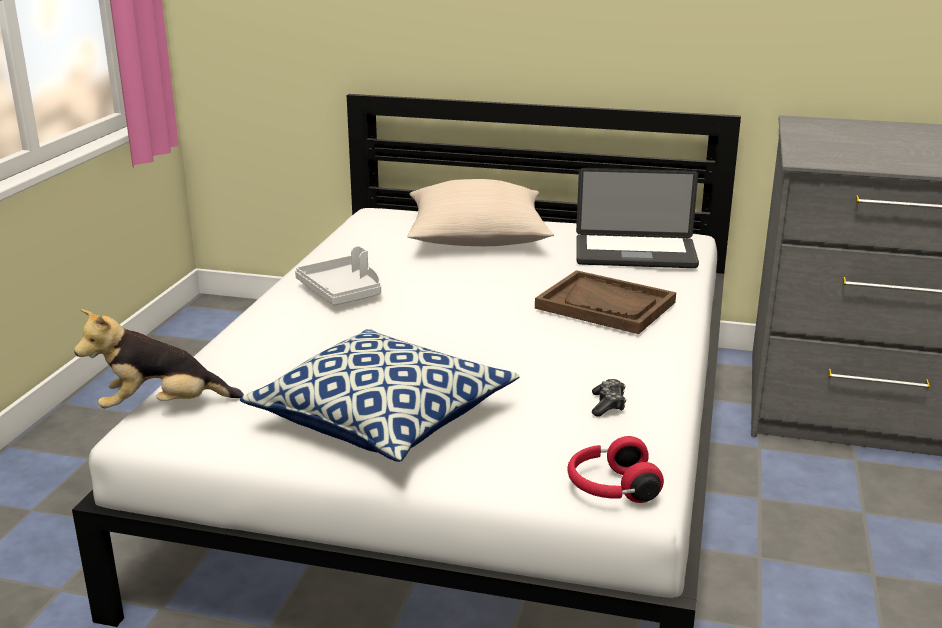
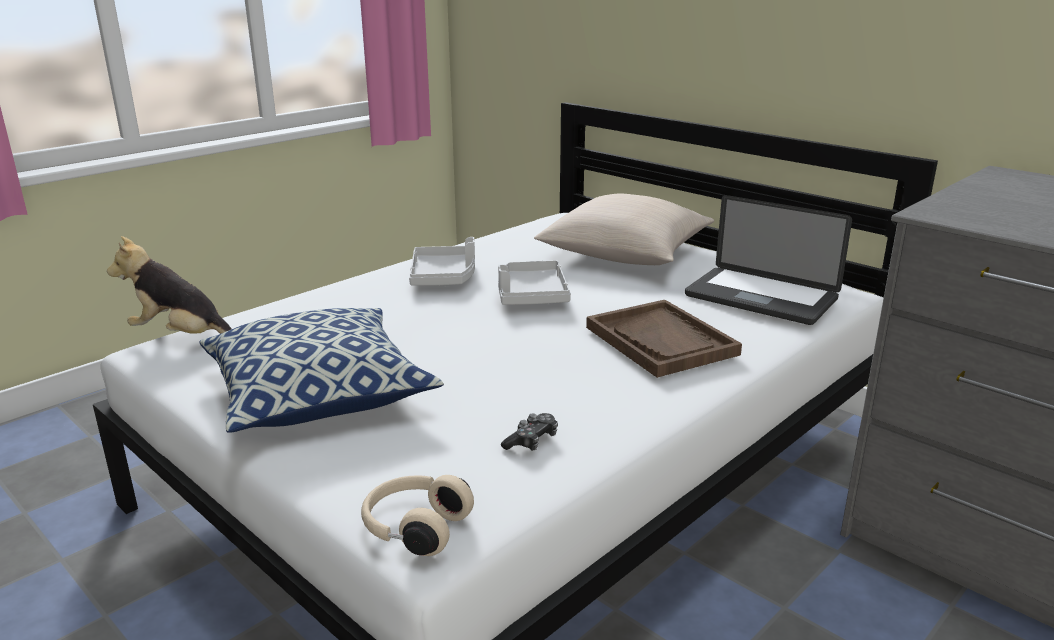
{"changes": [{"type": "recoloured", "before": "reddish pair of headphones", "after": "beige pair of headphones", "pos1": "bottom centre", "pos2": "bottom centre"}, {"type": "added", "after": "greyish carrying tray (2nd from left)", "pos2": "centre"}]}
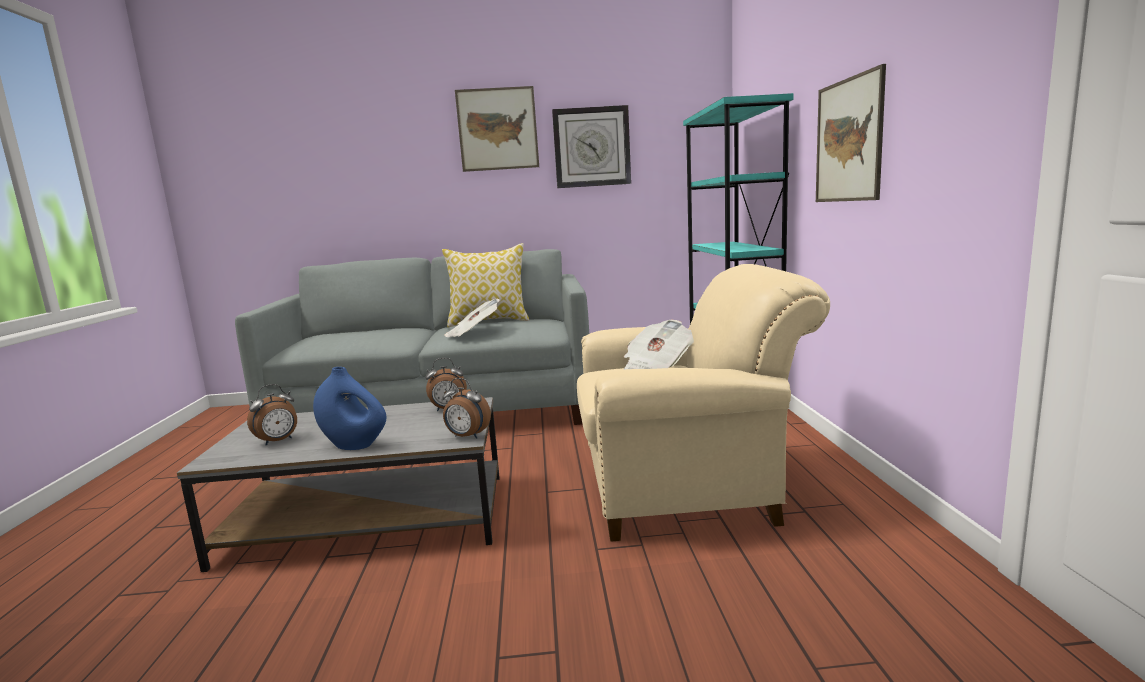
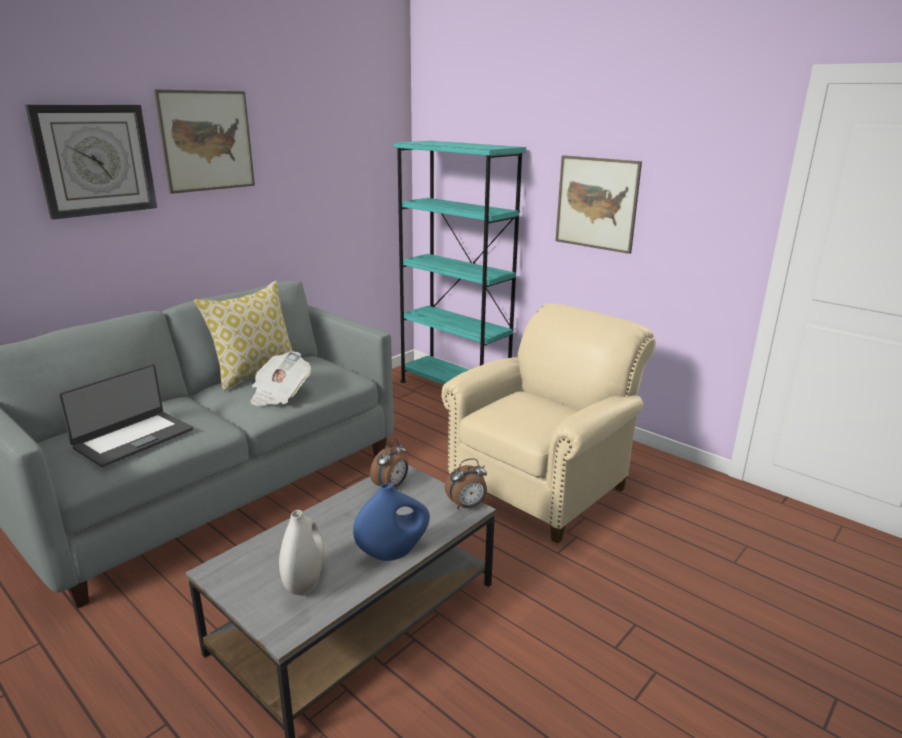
{"changes": [{"type": "moved", "before": "wall clock", "pos1": "top centre", "pos2": "top left"}, {"type": "added", "after": "laptop", "pos2": "middle left"}, {"type": "replaced", "before": "alarm clock (1st from left)", "after": "white-coloured flower vase", "pos1": "middle left", "pos2": "bottom centre"}, {"type": "removed", "before": "newspaper (2nd from left)", "pos1": "centre"}]}
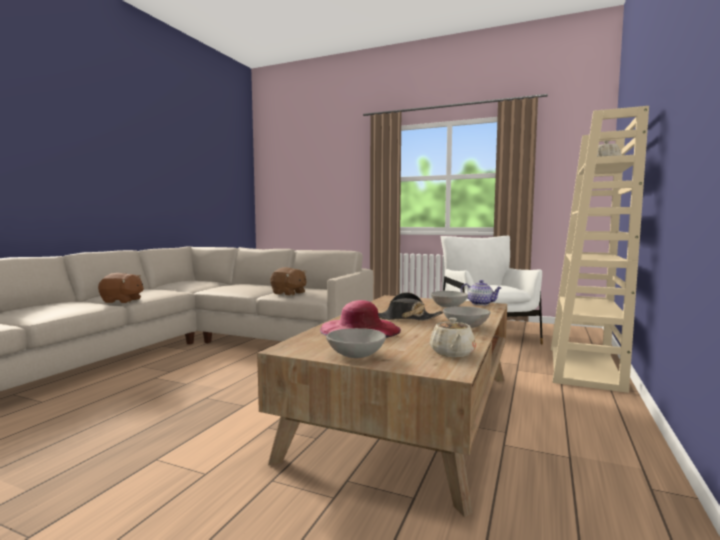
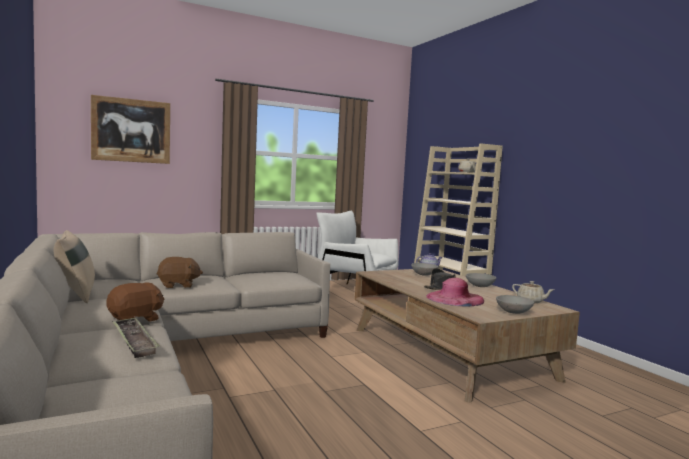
{"changes": [{"type": "added", "after": "beige throw pillow", "pos2": "middle left"}, {"type": "added", "after": "picture", "pos2": "top left"}, {"type": "added", "after": "carrying tray", "pos2": "bottom left"}, {"type": "moved", "before": "brownish plush toy (2nd from left)", "pos1": "centre", "pos2": "middle left"}]}
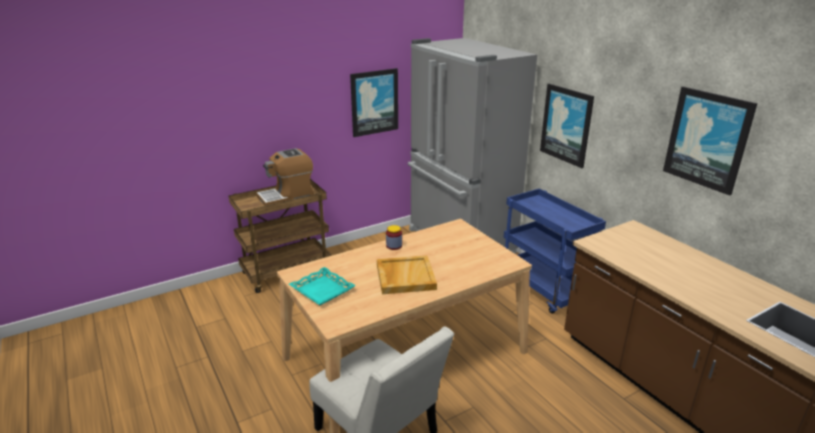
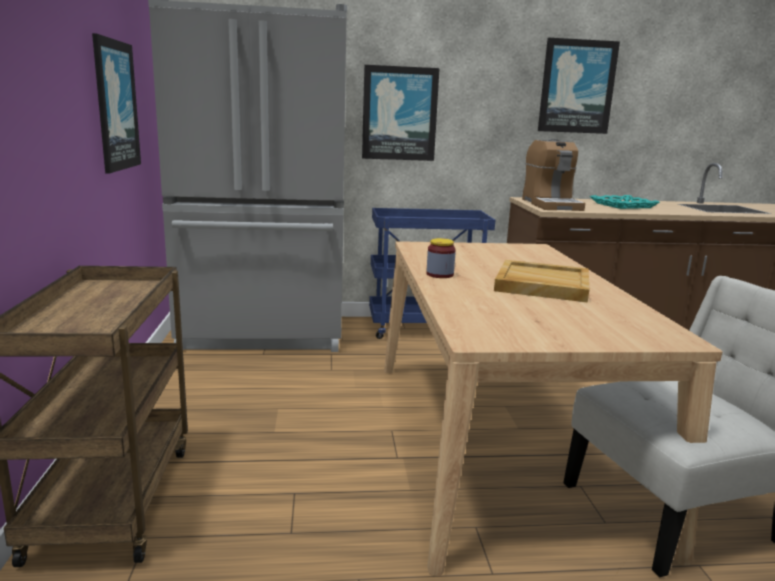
{"changes": [{"type": "moved", "before": "coffee brewer", "pos1": "centre", "pos2": "top right"}, {"type": "moved", "before": "blue-green carrying tray", "pos1": "centre", "pos2": "middle right"}]}
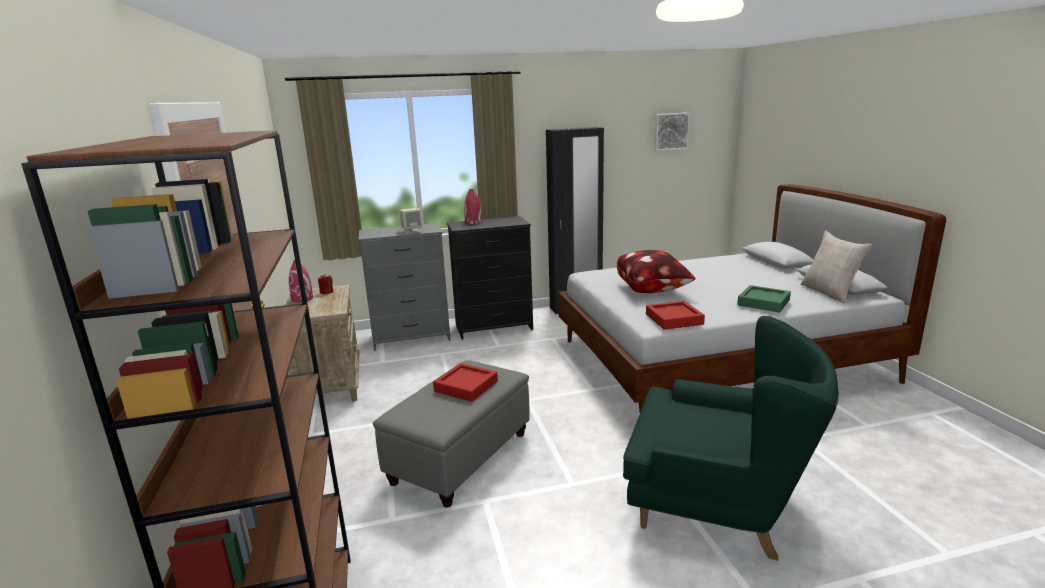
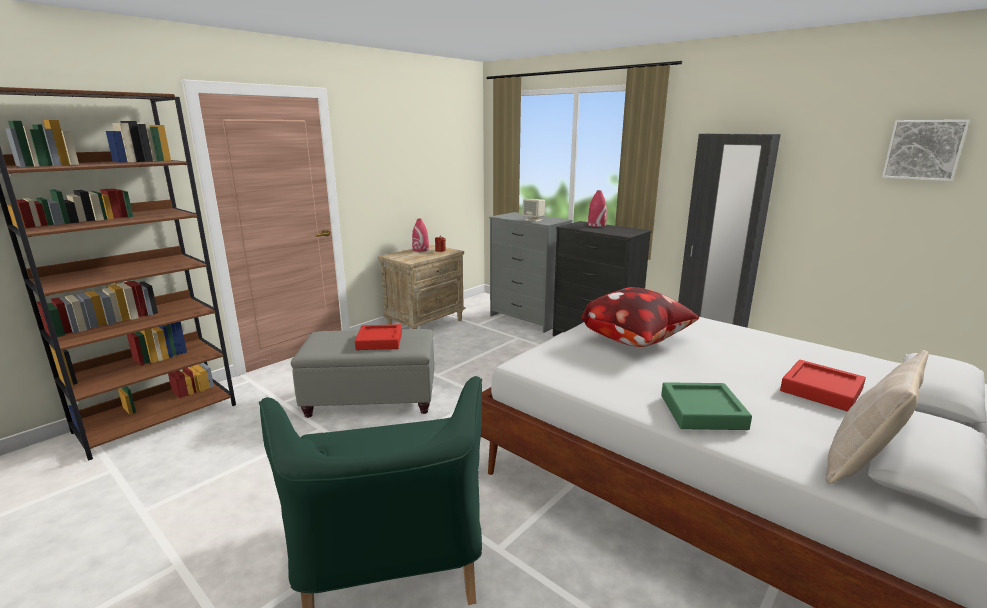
{"changes": [{"type": "moved", "before": "reddish carrying tray (2nd from left)", "pos1": "centre", "pos2": "middle right"}]}
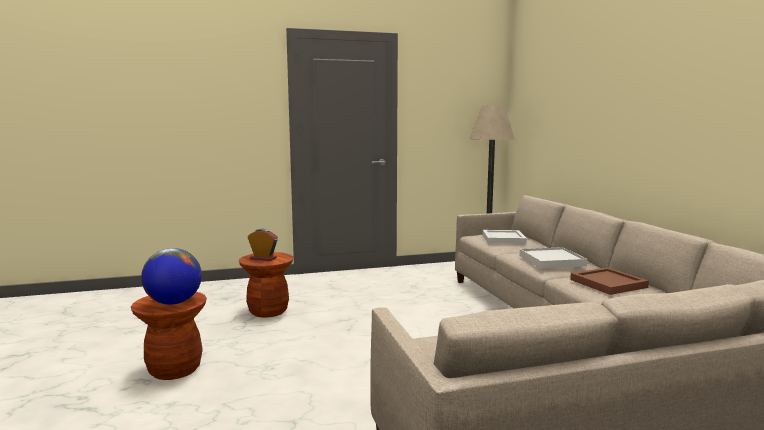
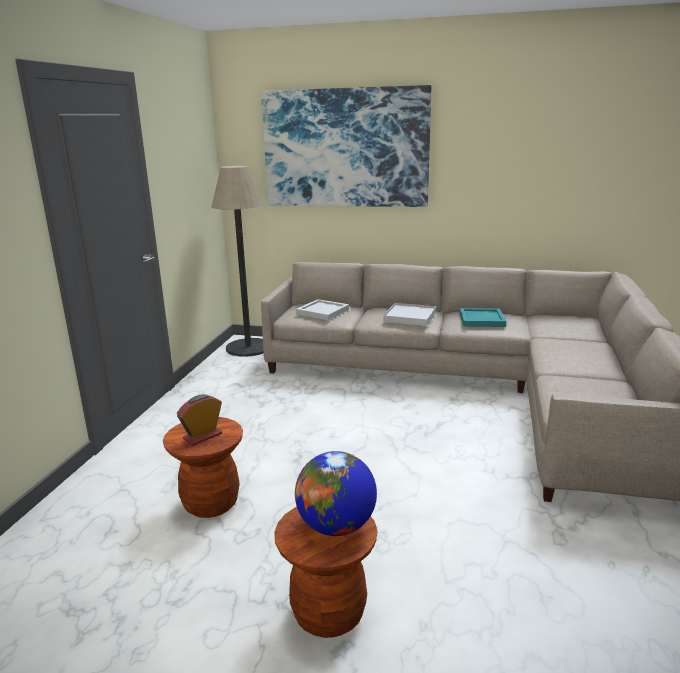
{"changes": [{"type": "added", "after": "picture", "pos2": "top centre"}, {"type": "recoloured", "before": "brownish carrying tray", "after": "blue-green carrying tray", "pos1": "middle right", "pos2": "middle right"}]}
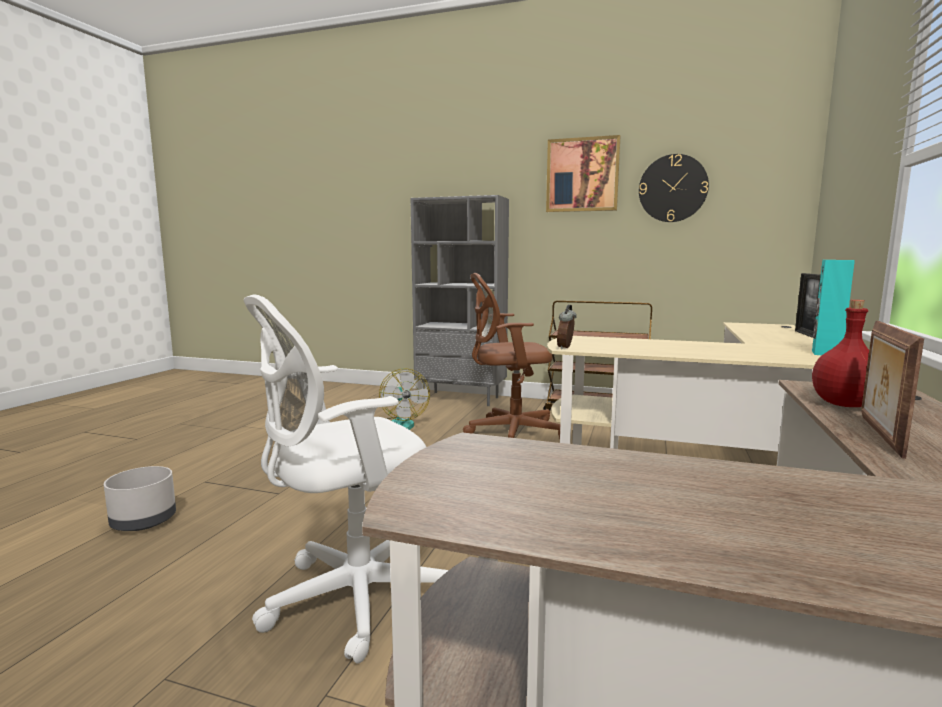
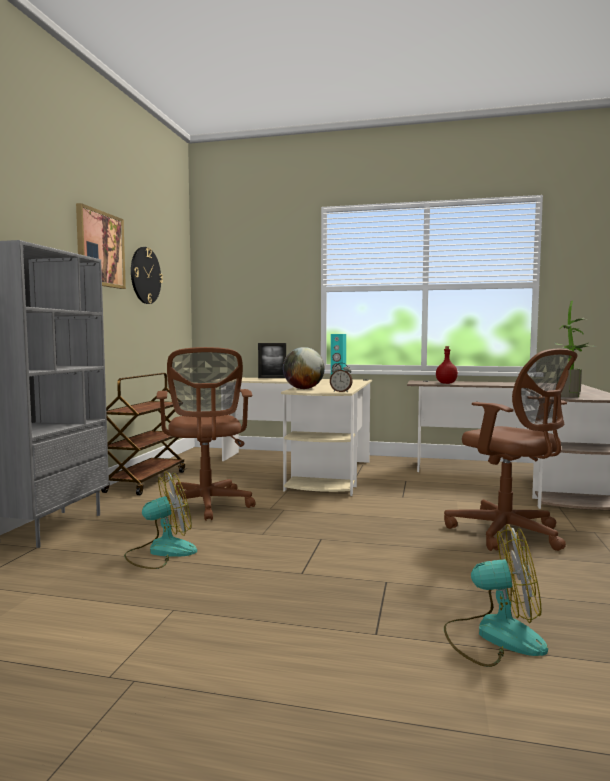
{"changes": [{"type": "added", "after": "globe", "pos2": "centre"}, {"type": "recoloured", "before": "white-coloured computer chair", "after": "brownish computer chair (2nd from left)", "pos1": "bottom centre", "pos2": "middle right"}, {"type": "replaced", "before": "greyish flower pot", "after": "fan (2nd from left)", "pos1": "bottom left", "pos2": "bottom right"}, {"type": "added", "after": "houseplant", "pos2": "middle right"}, {"type": "removed", "before": "picture frame (2nd from left)", "pos1": "middle right"}]}
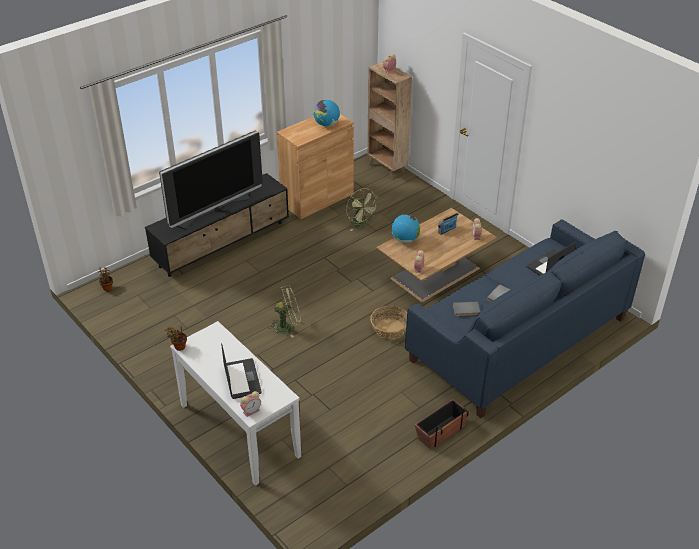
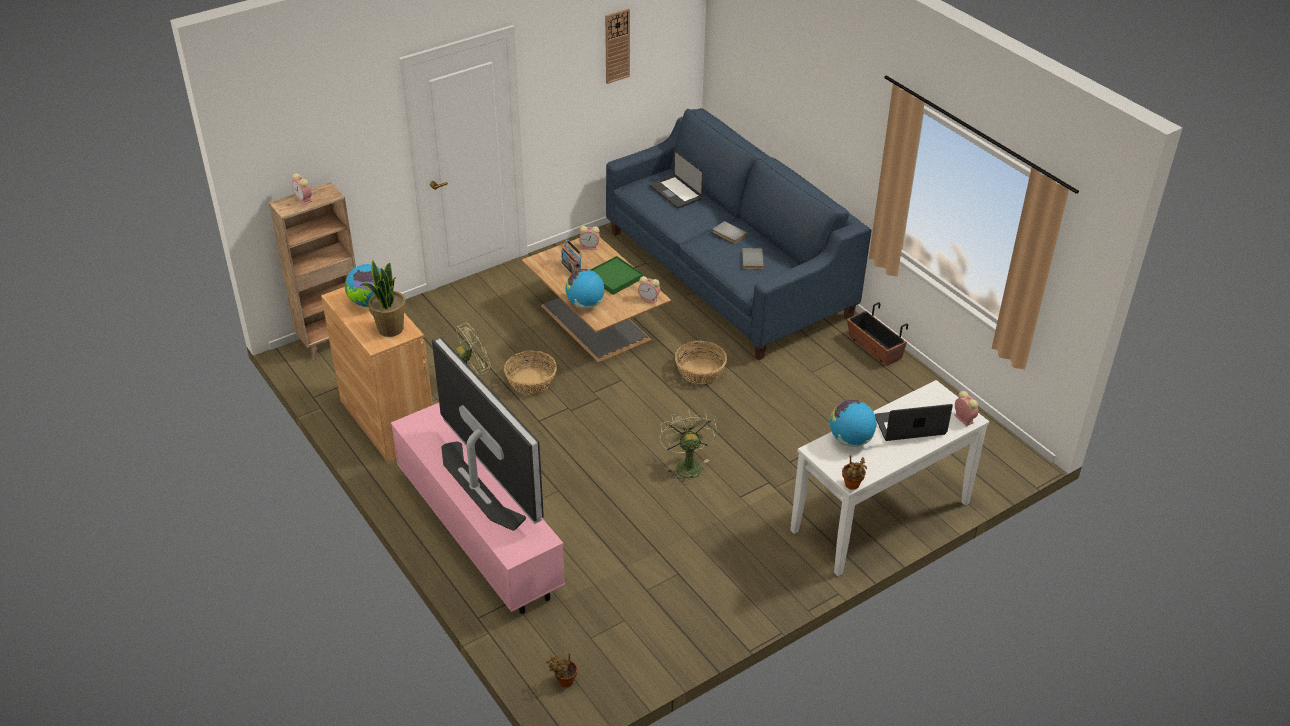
{"changes": [{"type": "added", "after": "houseplant (1st from left)", "pos2": "middle left"}, {"type": "recoloured", "before": "black tv stand", "after": "pink-coloured tv stand", "pos1": "middle left", "pos2": "bottom centre"}, {"type": "added", "after": "storage basket (1st from left)", "pos2": "centre"}, {"type": "added", "after": "green carrying tray", "pos2": "centre"}, {"type": "added", "after": "wall clock", "pos2": "top centre"}, {"type": "added", "after": "globe (3rd from left)", "pos2": "centre"}]}
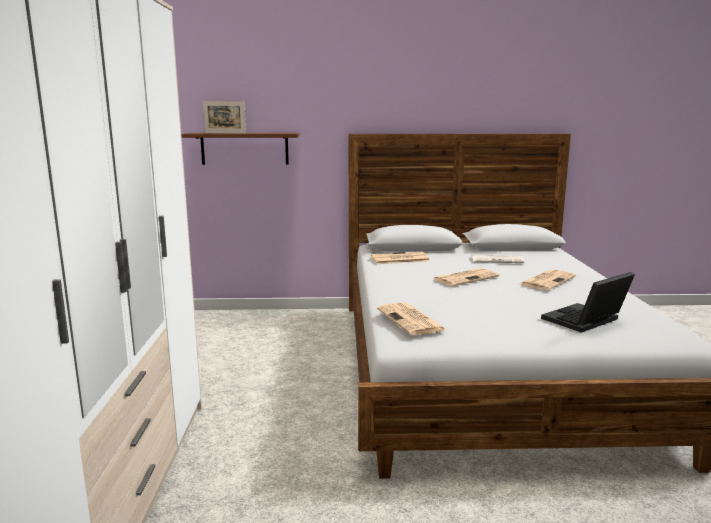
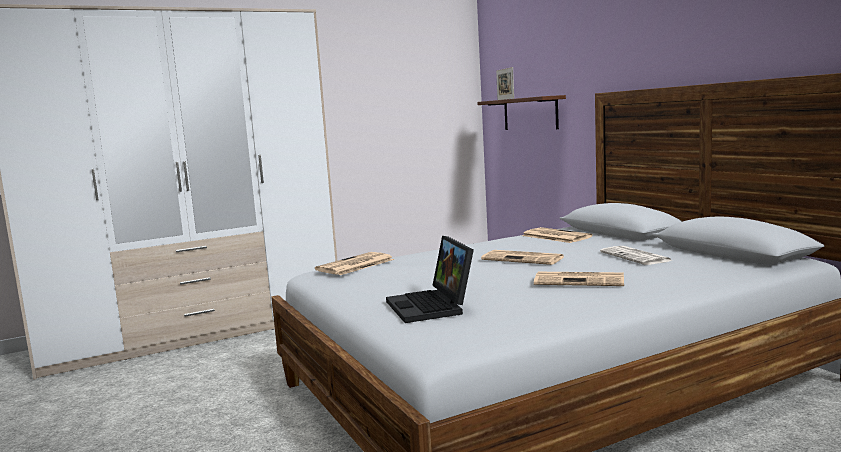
{"changes": [{"type": "turned", "before": "laptop", "pos1": "middle right", "pos2": "centre", "turn": -135}]}
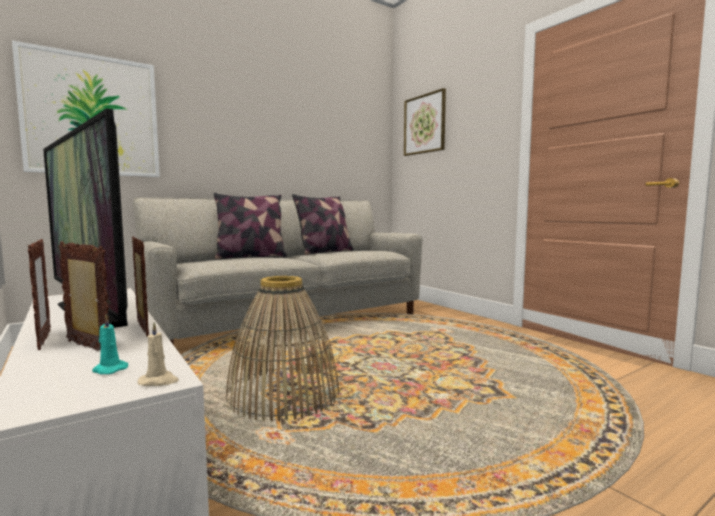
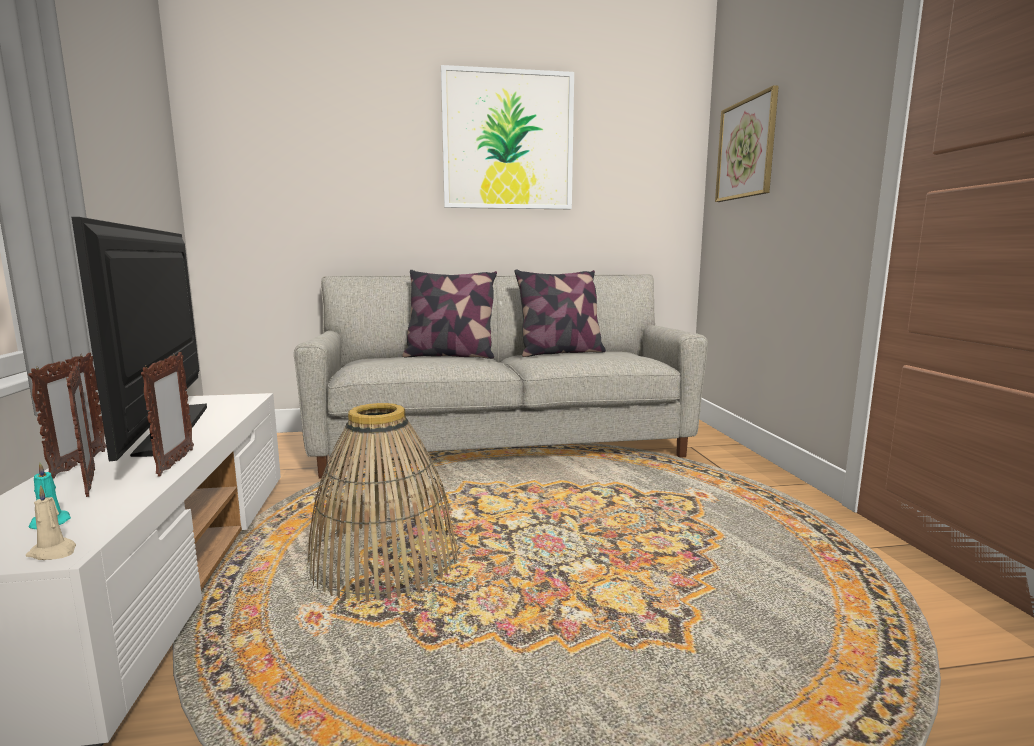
{"changes": [{"type": "moved", "before": "picture (1st from left)", "pos1": "top left", "pos2": "top centre"}]}
